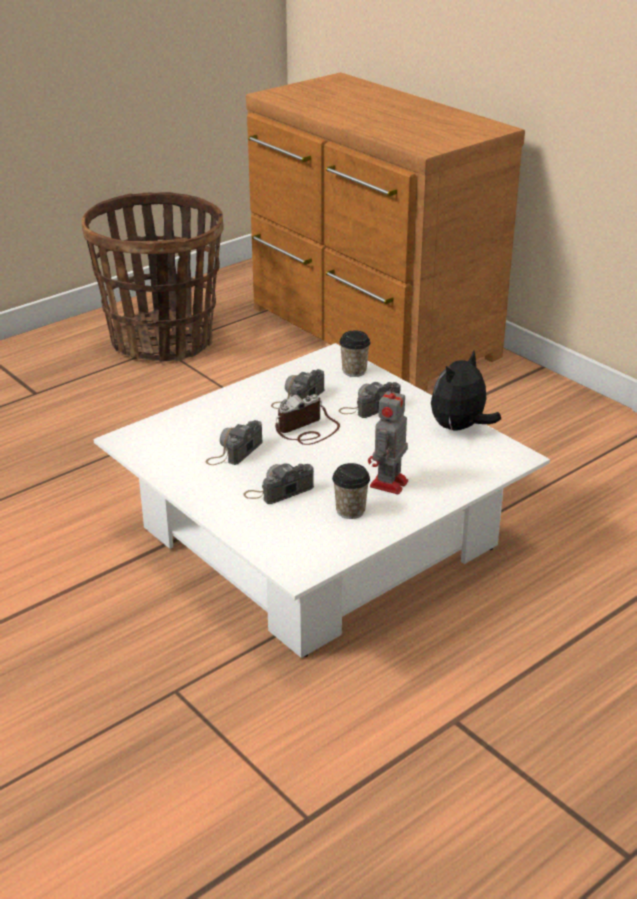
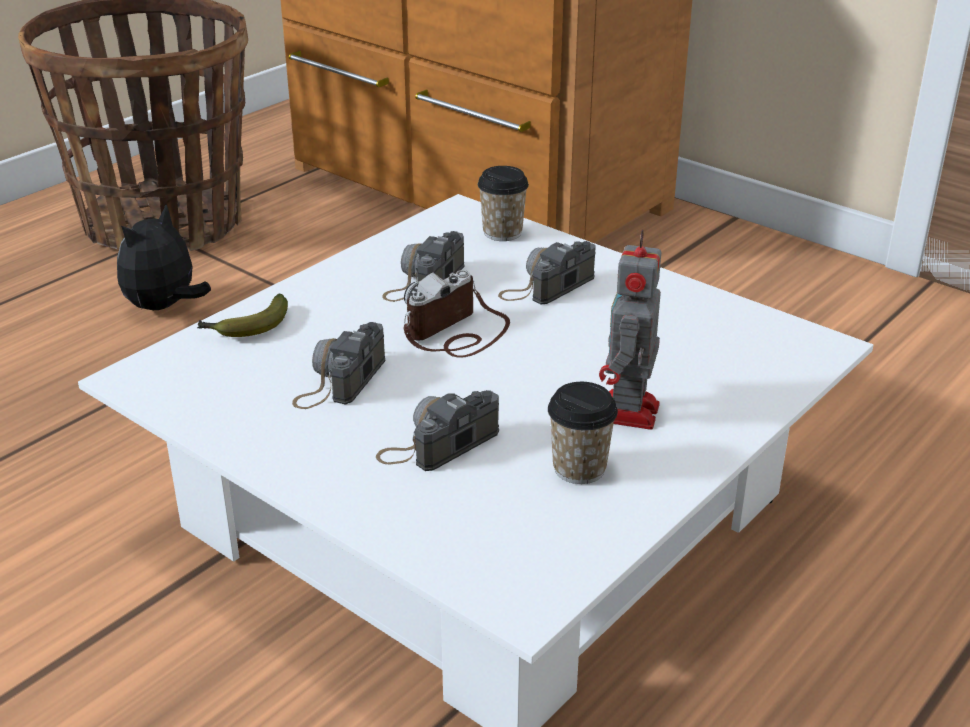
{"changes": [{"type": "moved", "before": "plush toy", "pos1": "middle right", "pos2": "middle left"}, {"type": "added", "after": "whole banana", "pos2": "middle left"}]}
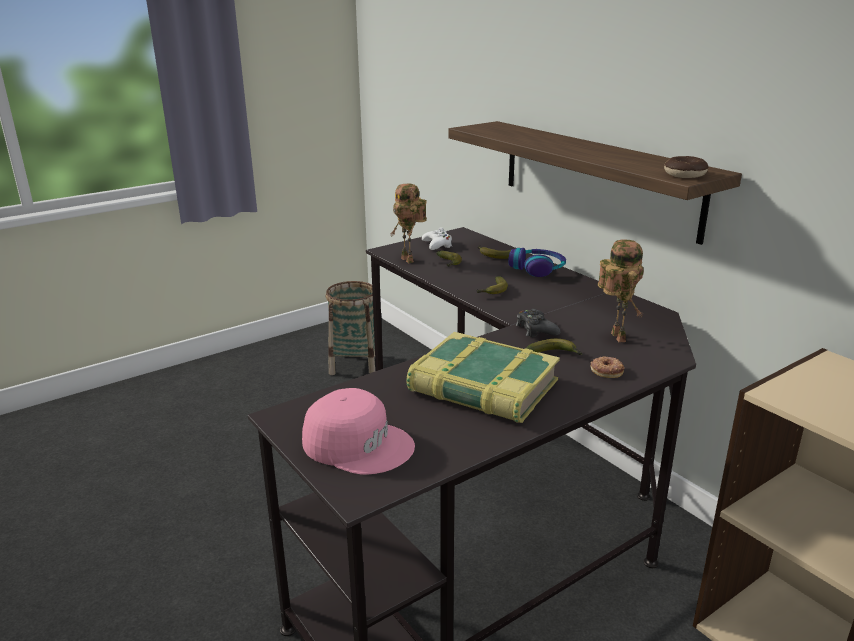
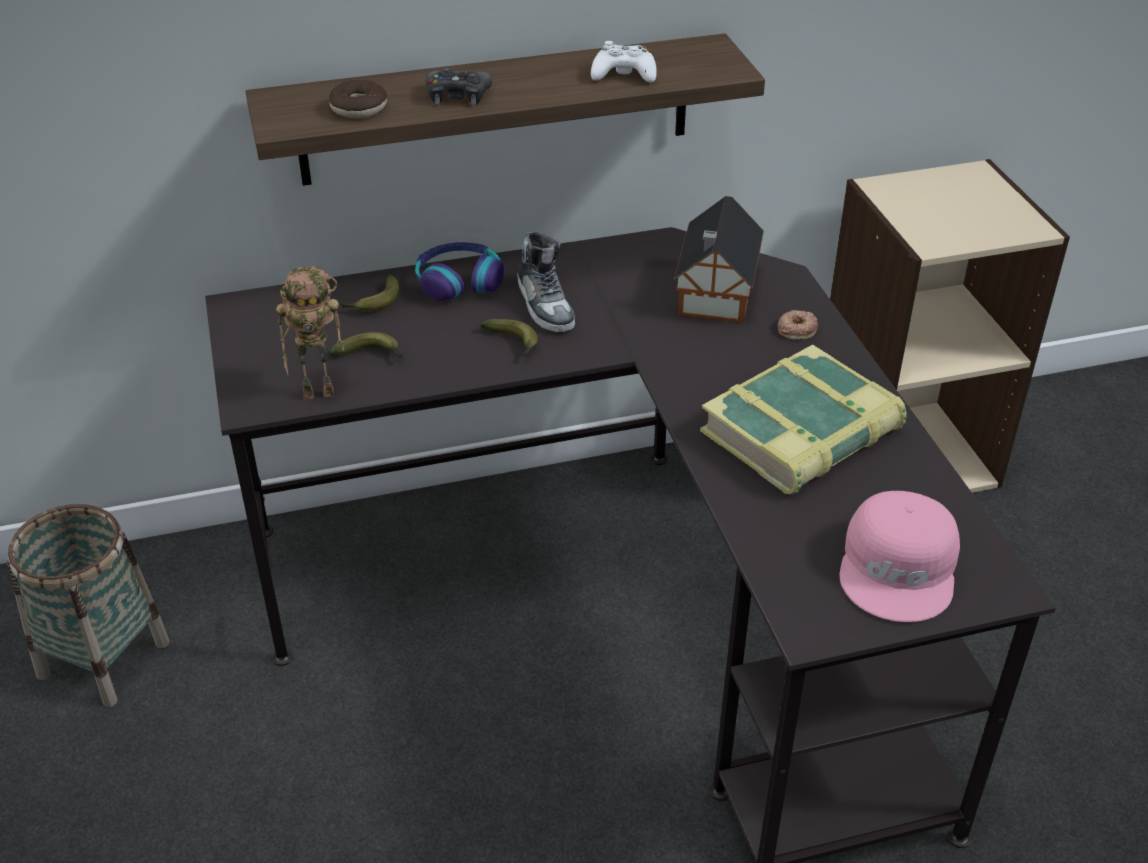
{"changes": [{"type": "moved", "before": "donut (2nd from left in the first image)", "after": "donut (1st from left)", "pos1": "top right", "pos2": "top left"}, {"type": "moved", "before": "black joypad", "pos1": "centre", "pos2": "top centre"}, {"type": "added", "after": "low shoe", "pos2": "top centre"}, {"type": "moved", "before": "white-coloured joypad", "pos1": "centre", "pos2": "top centre"}, {"type": "replaced", "before": "model robot (2nd from left)", "after": "model house", "pos1": "middle right", "pos2": "top centre"}, {"type": "turned", "before": "pink-coloured peaked cap", "pos1": "bottom centre", "pos2": "middle right", "turn": 150}, {"type": "removed", "before": "whole banana (4th from left)", "pos1": "centre"}]}
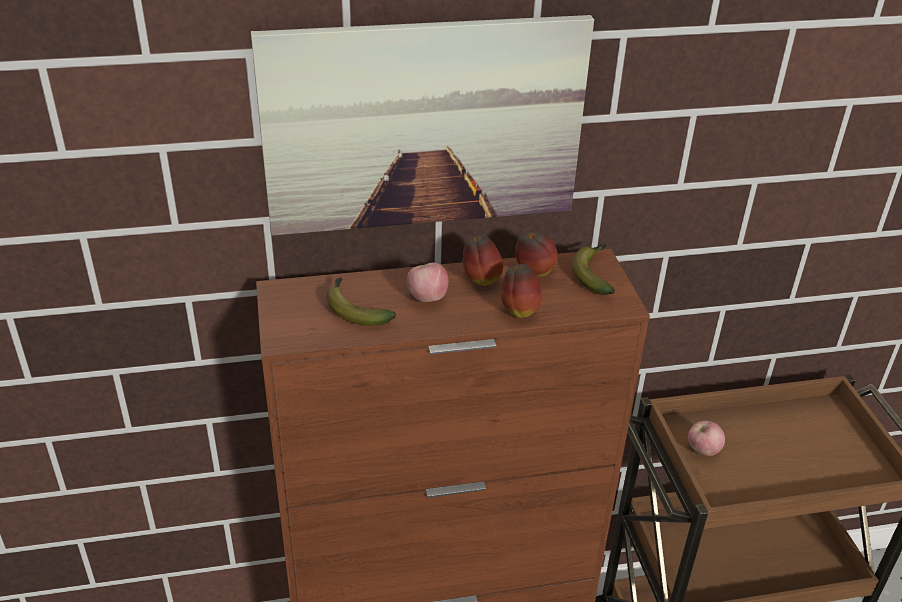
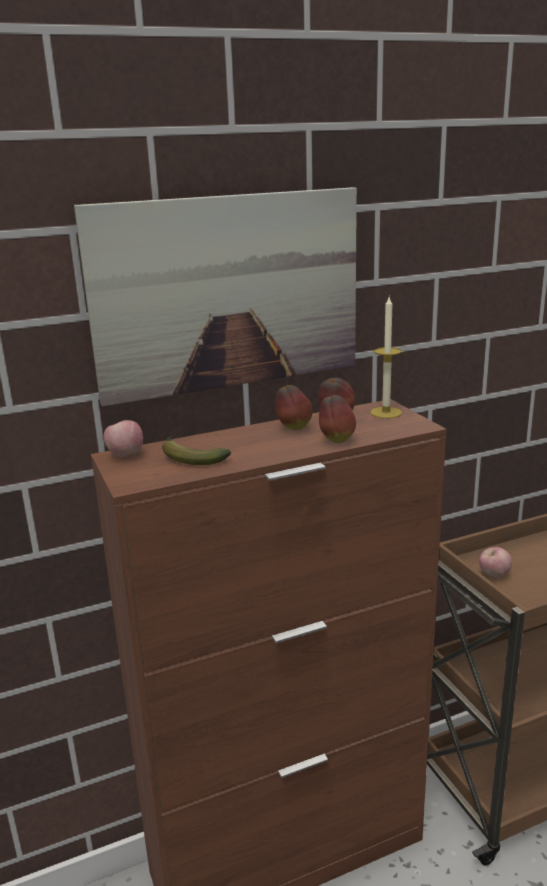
{"changes": [{"type": "moved", "before": "whole apple (1st from left)", "pos1": "centre", "pos2": "middle left"}, {"type": "replaced", "before": "whole banana (2nd from left)", "after": "wax light", "pos1": "centre", "pos2": "middle right"}]}
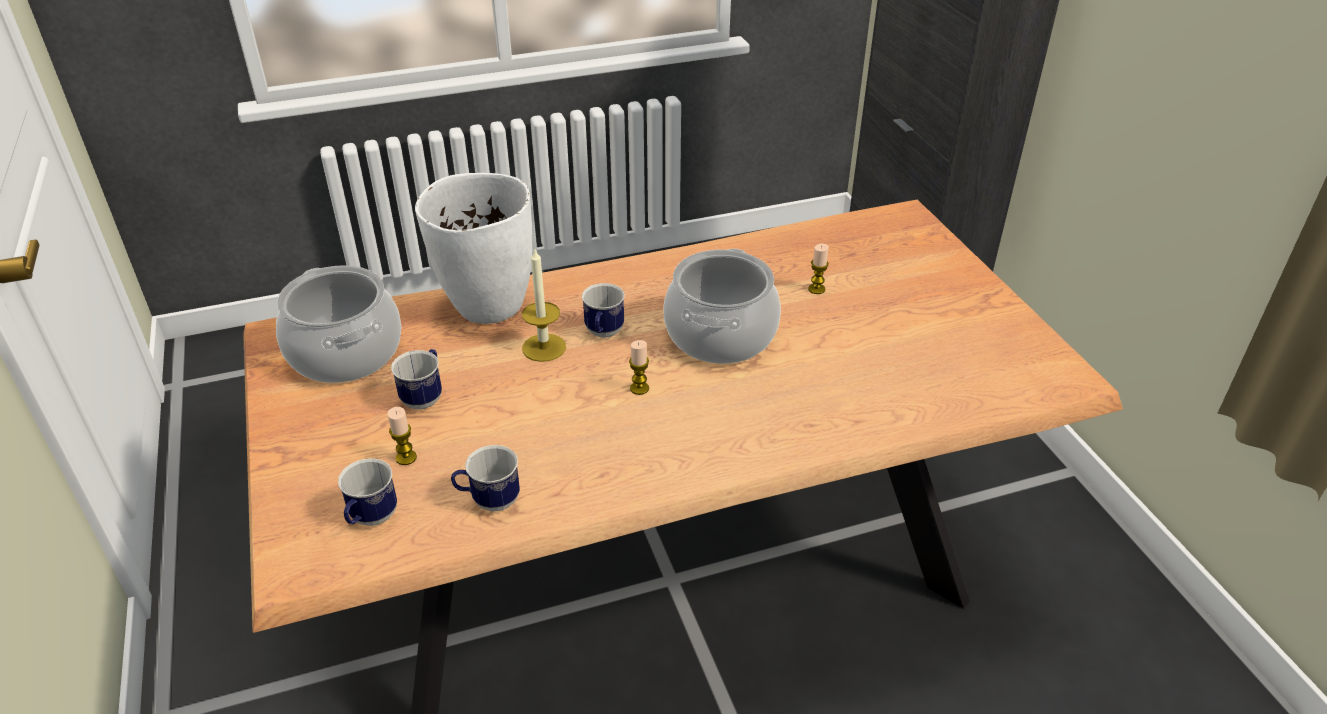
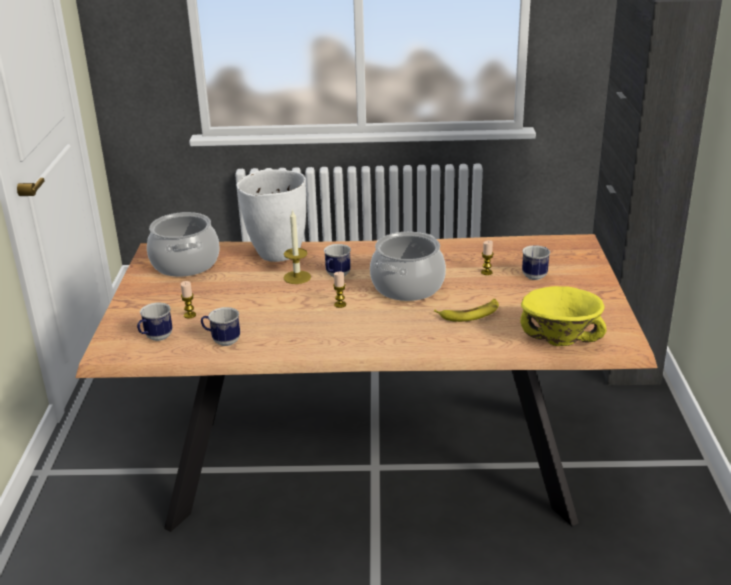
{"changes": [{"type": "added", "after": "whole banana", "pos2": "centre"}, {"type": "added", "after": "yellow-coloured serving bowl", "pos2": "middle right"}, {"type": "moved", "before": "tea mug (2nd from left in the first image)", "after": "tea mug (4th from left)", "pos1": "middle left", "pos2": "middle right"}]}
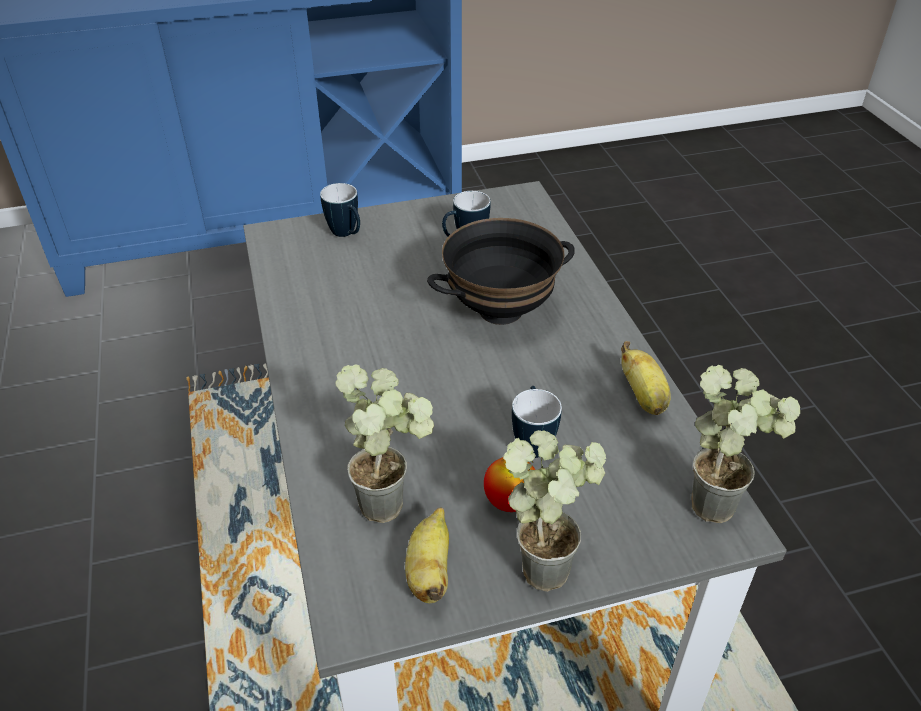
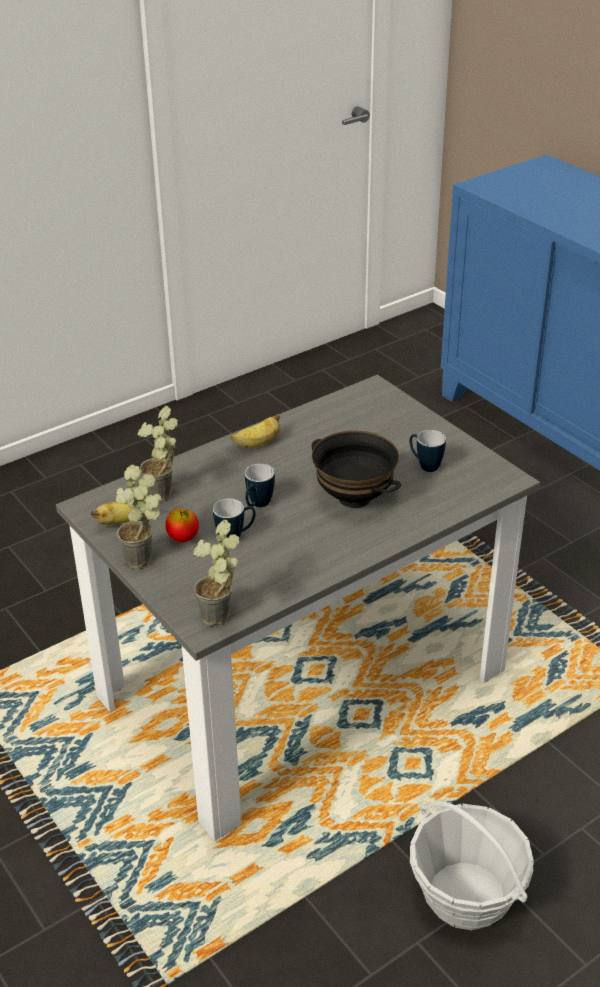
{"changes": [{"type": "moved", "before": "whole banana (2nd from left)", "pos1": "middle right", "pos2": "centre"}, {"type": "moved", "before": "tea mug (1st from left in the first image)", "after": "tea mug (2nd from left)", "pos1": "top centre", "pos2": "centre"}, {"type": "added", "after": "storage basket", "pos2": "bottom right"}]}
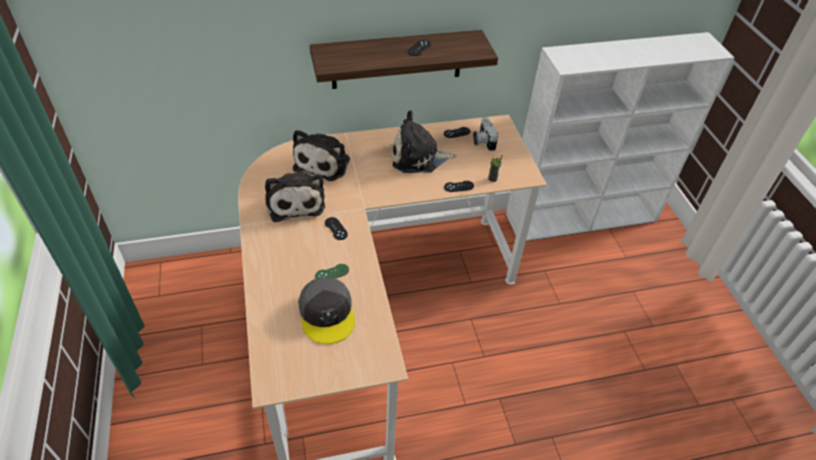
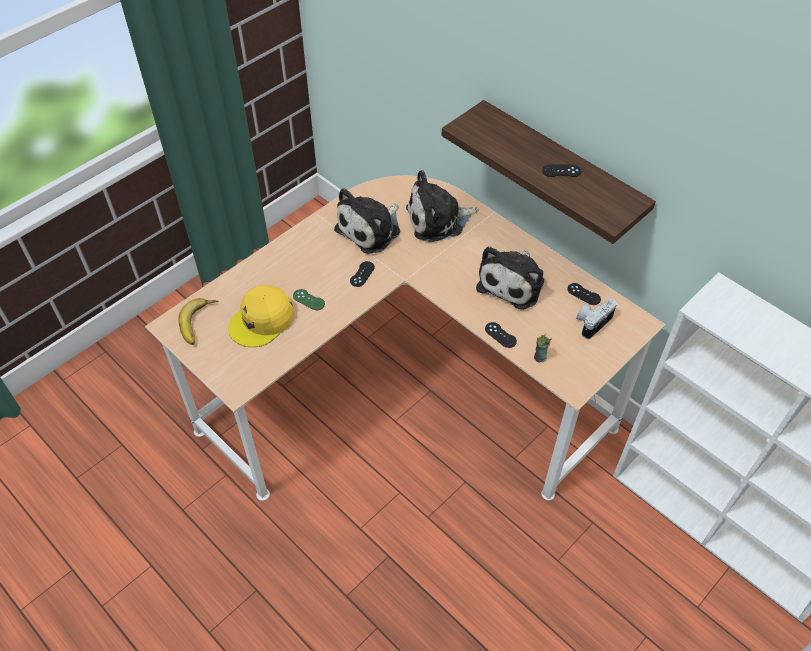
{"changes": [{"type": "added", "after": "whole banana", "pos2": "middle left"}, {"type": "recoloured", "before": "greyish peaked cap", "after": "yellow-coloured peaked cap", "pos1": "bottom centre", "pos2": "middle left"}, {"type": "turned", "before": "plush toy (3rd from left)", "pos1": "top centre", "pos2": "centre", "turn": -120}]}
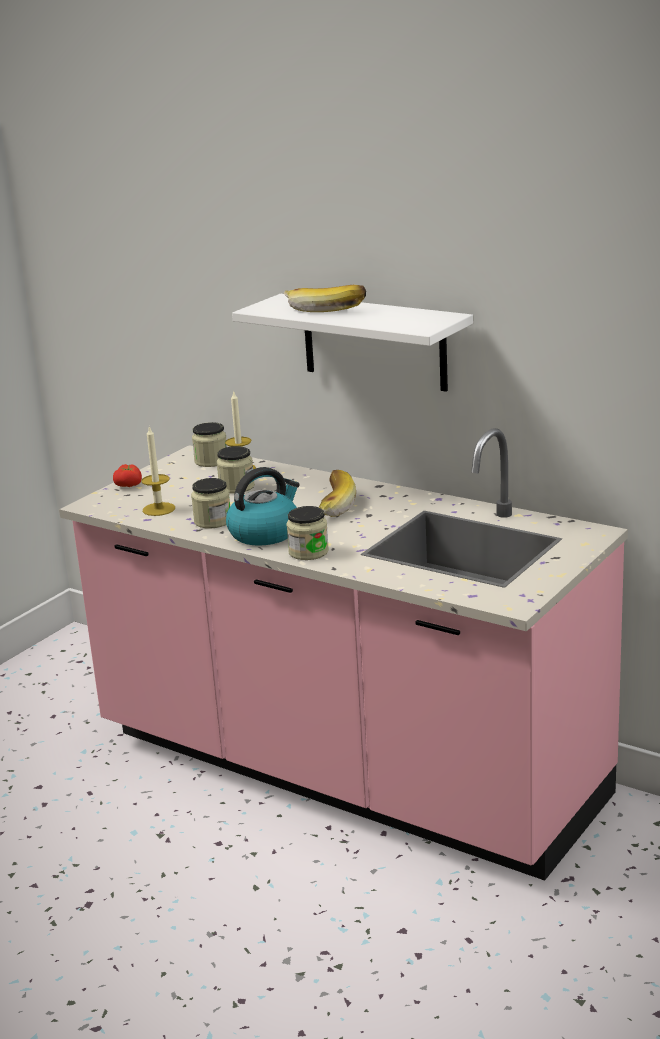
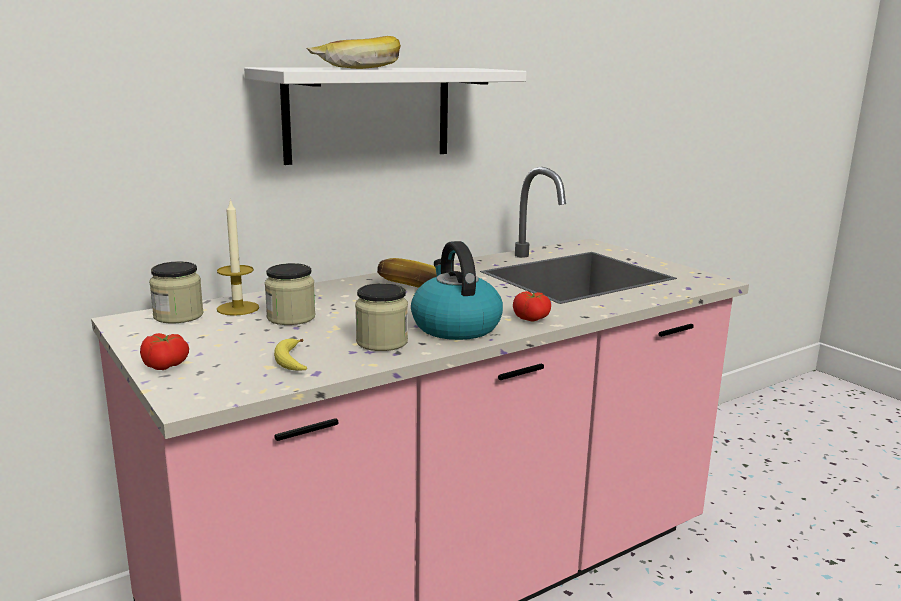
{"changes": [{"type": "replaced", "before": "wax light (1st from left)", "after": "whole banana (1st from left)", "pos1": "middle left", "pos2": "middle left"}, {"type": "replaced", "before": "jar (4th from left)", "after": "tomato (2nd from left)", "pos1": "centre", "pos2": "centre"}]}
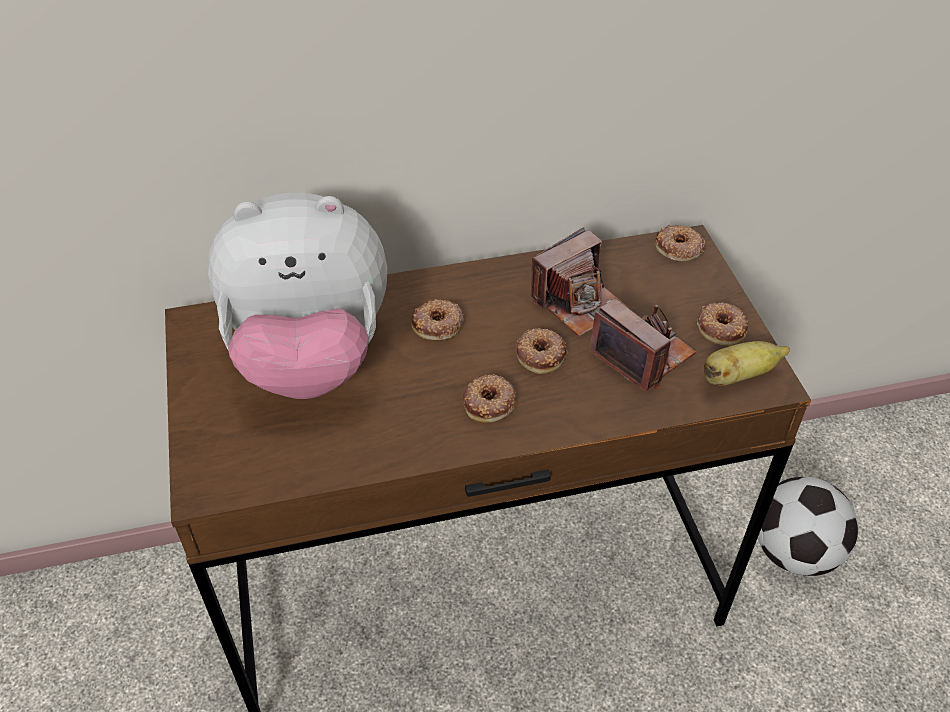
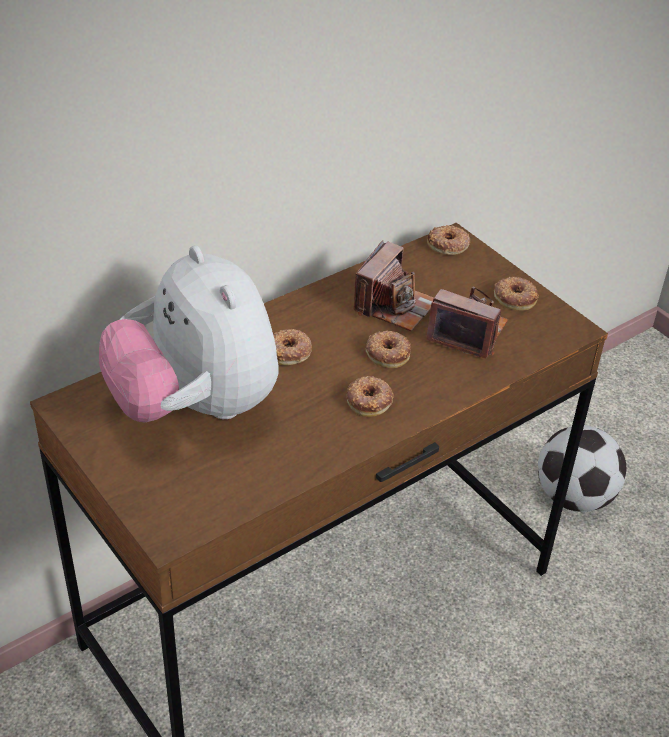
{"changes": [{"type": "turned", "before": "plush toy", "pos1": "middle left", "pos2": "middle left", "turn": 90}, {"type": "removed", "before": "whole banana", "pos1": "middle right"}]}
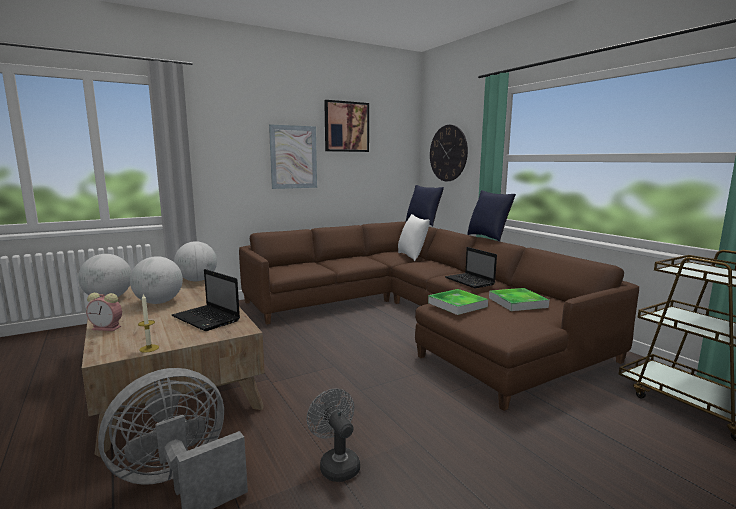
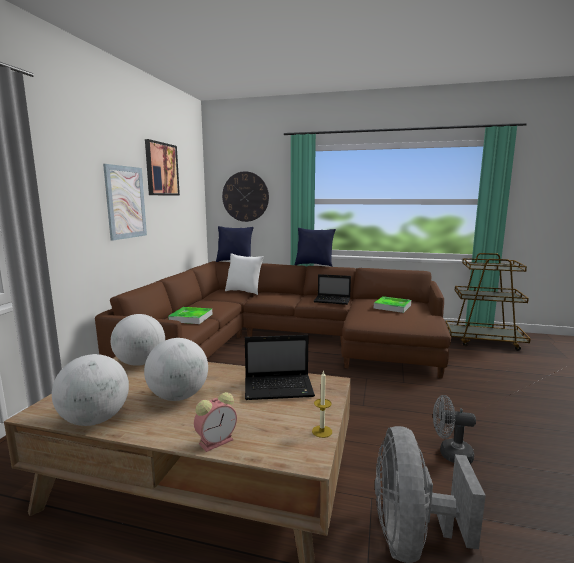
{"changes": [{"type": "moved", "before": "carrying tray (1st from left)", "pos1": "centre", "pos2": "middle left"}]}
